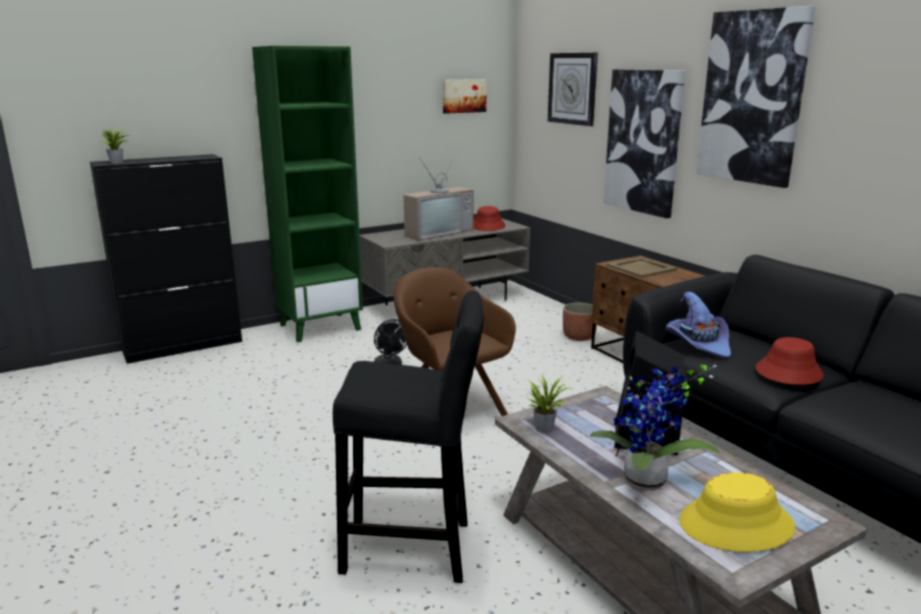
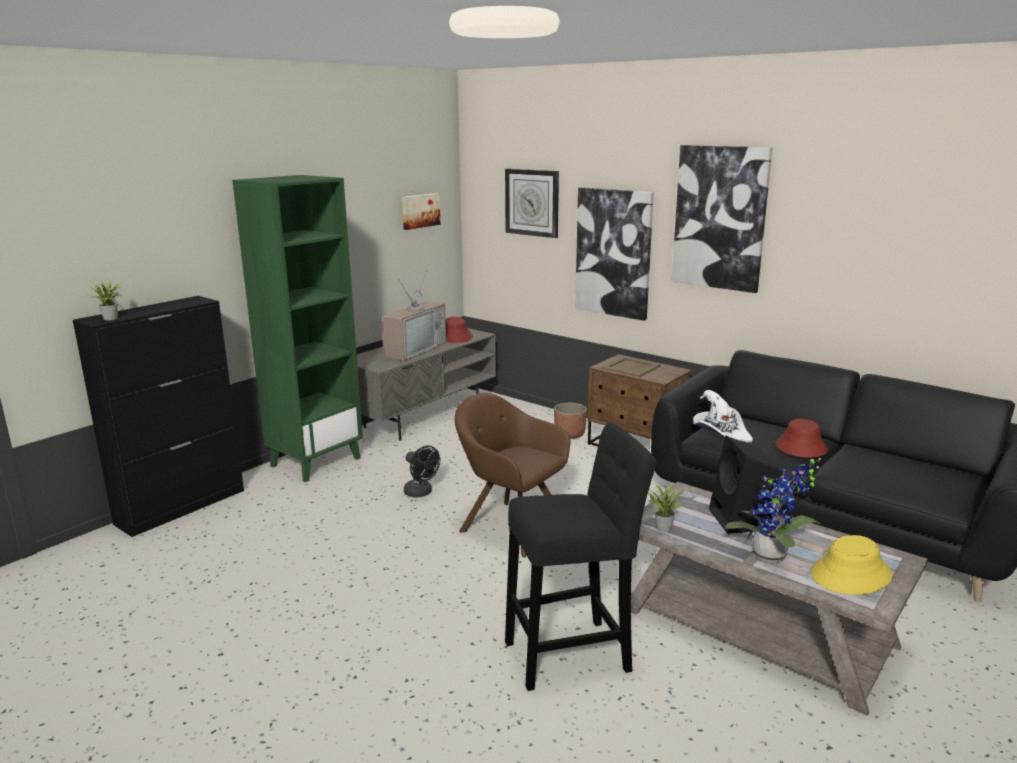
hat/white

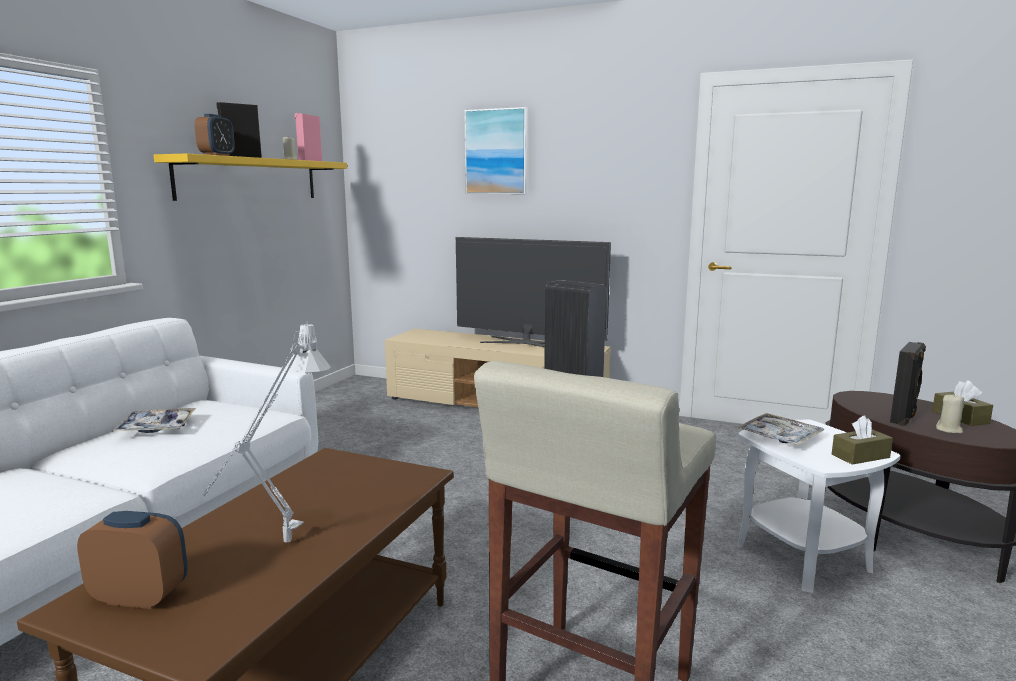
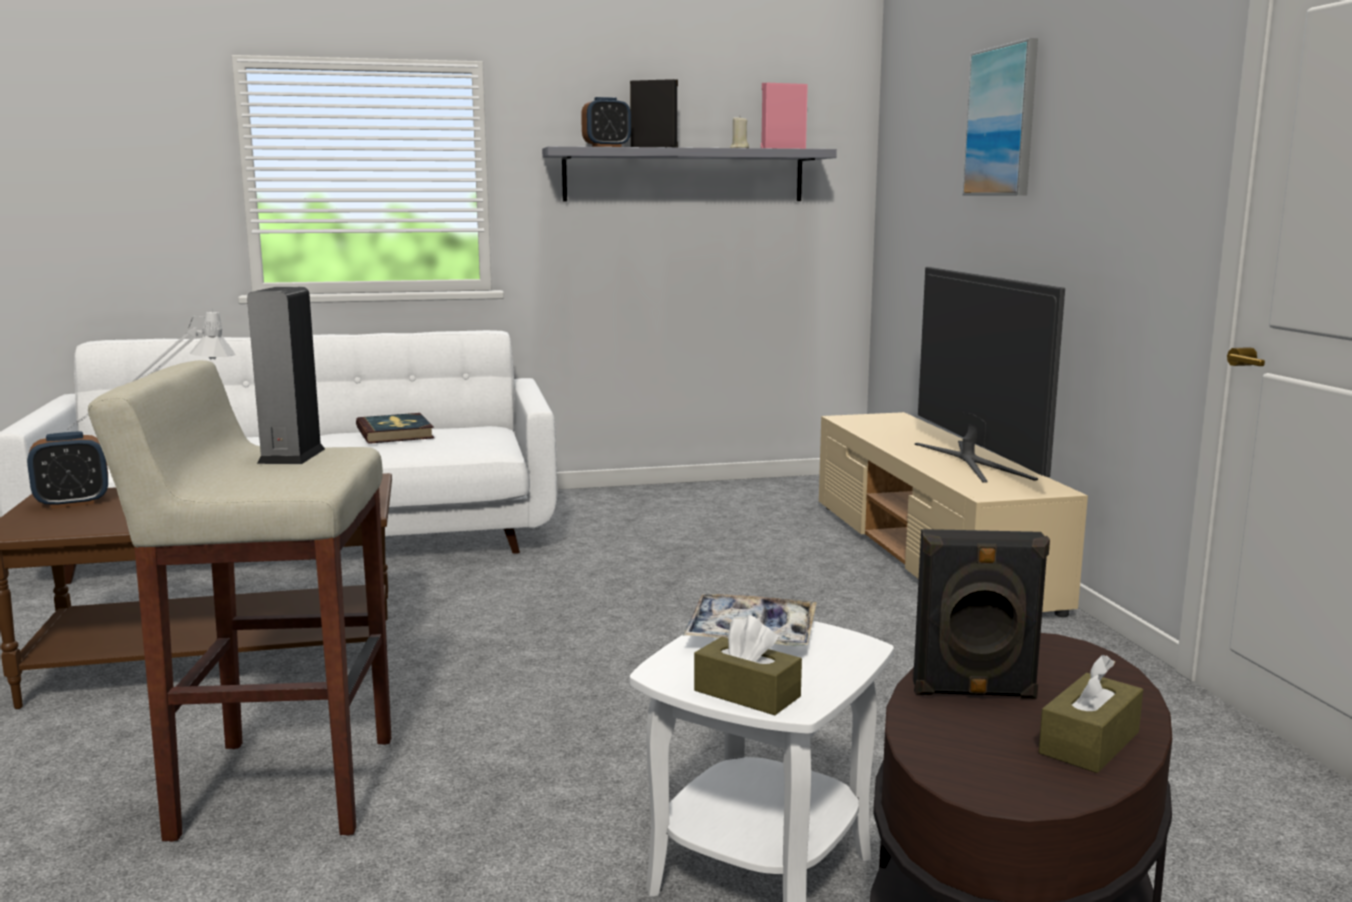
alarm clock (1st from left)
book
bracket shelf/greyish
candle/beige (2nd from left in the first image)

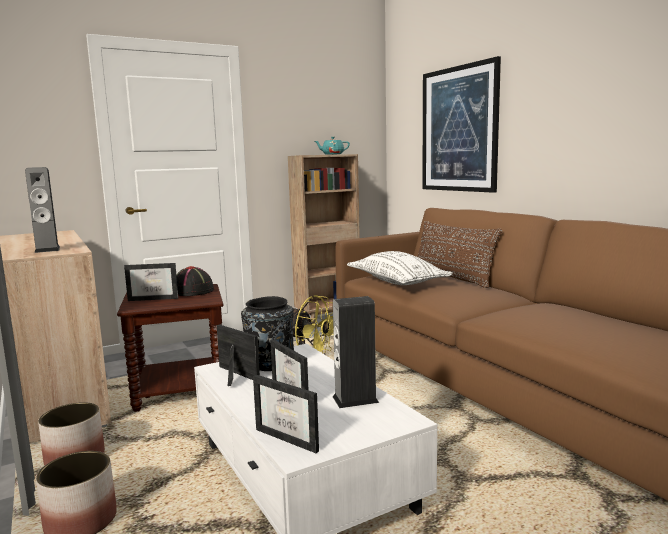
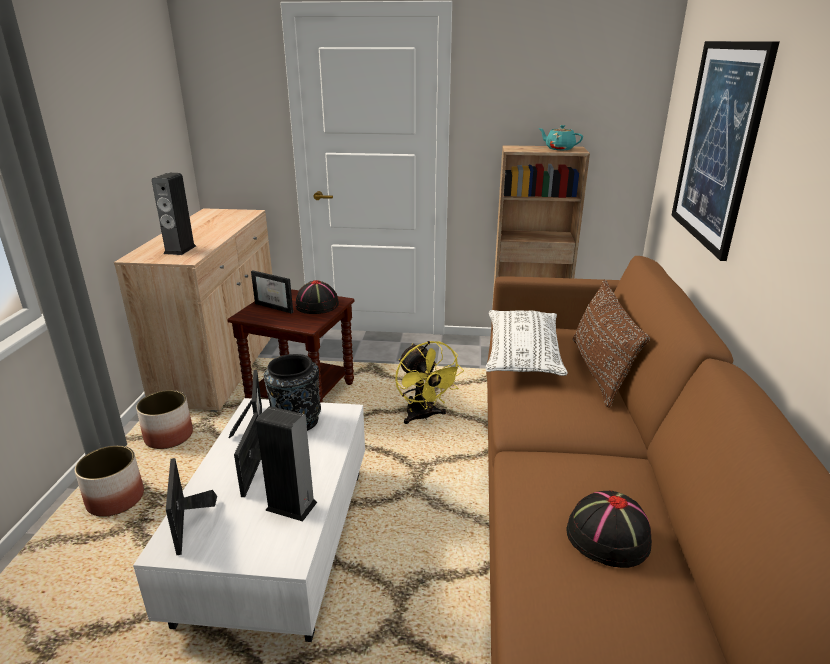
hat/blackish (2nd from left)

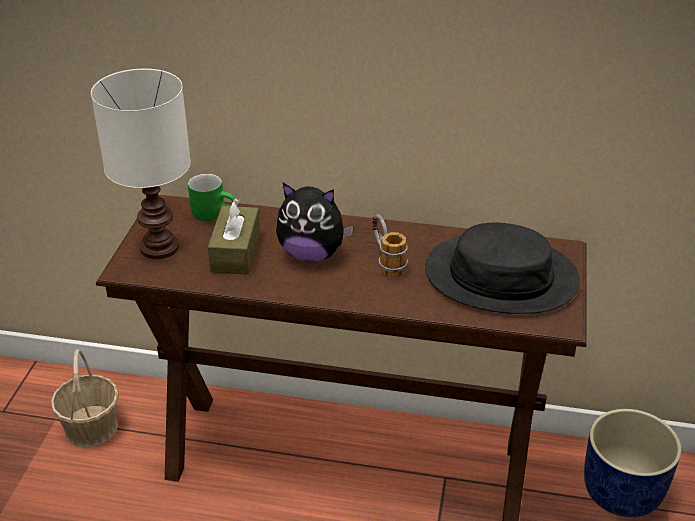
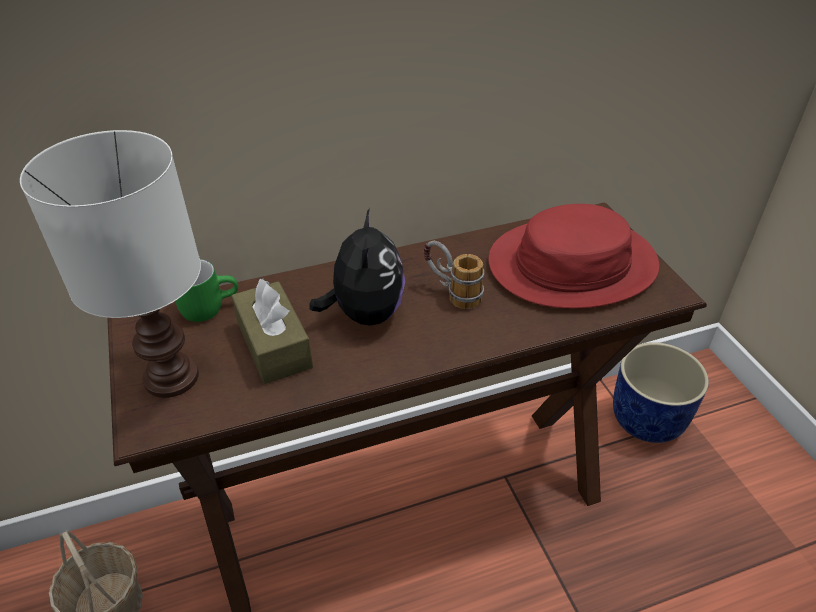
plush toy
hat/red

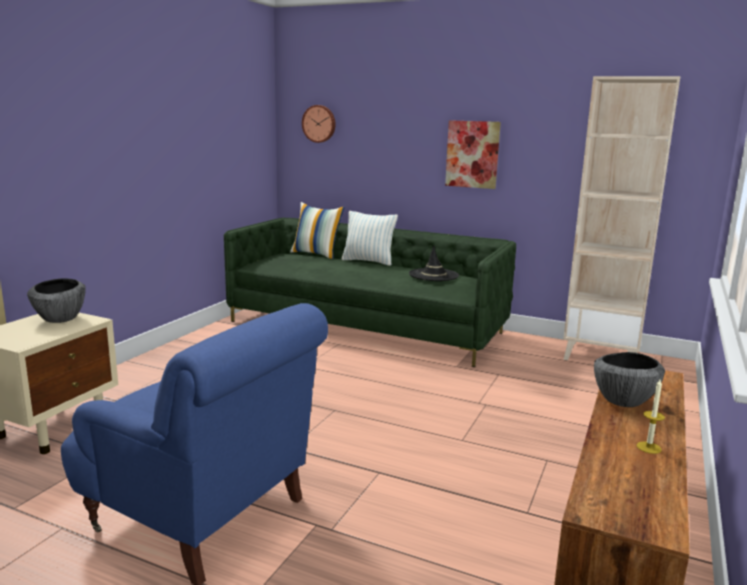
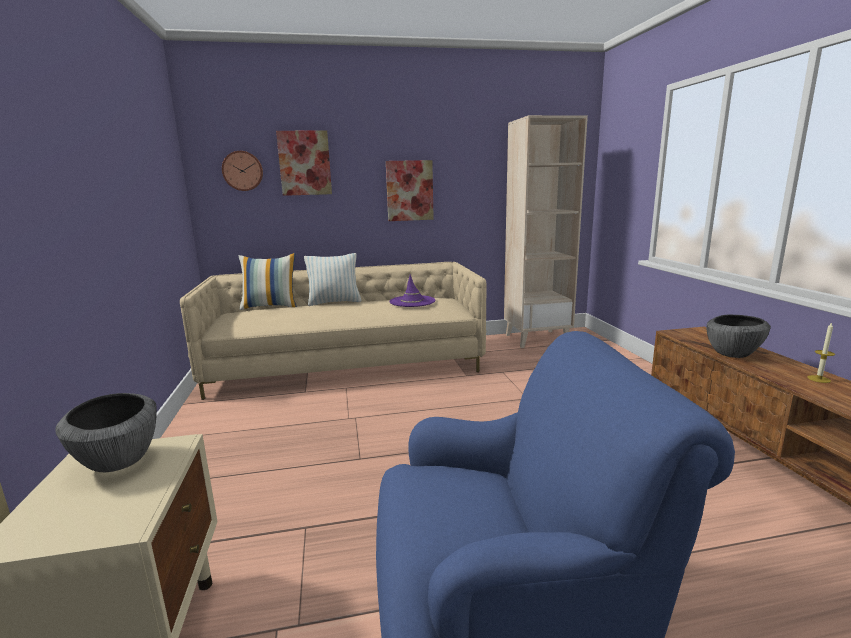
sofa/beige
wall picture (1st from left)
hat/purplish

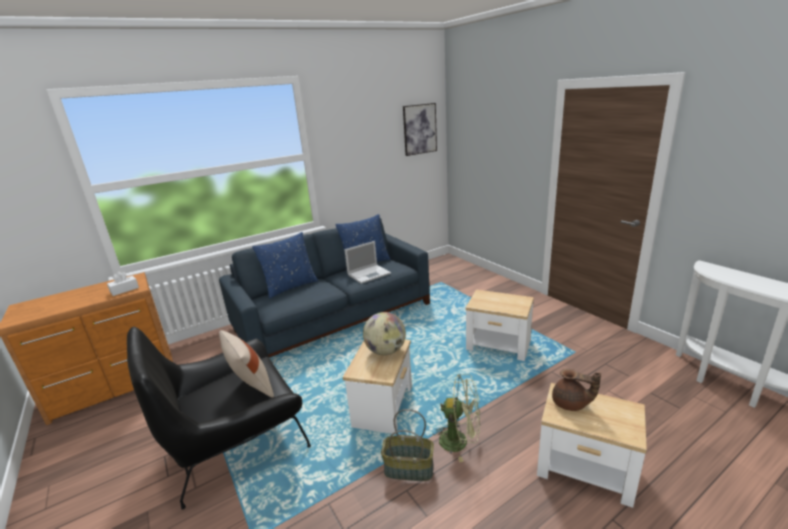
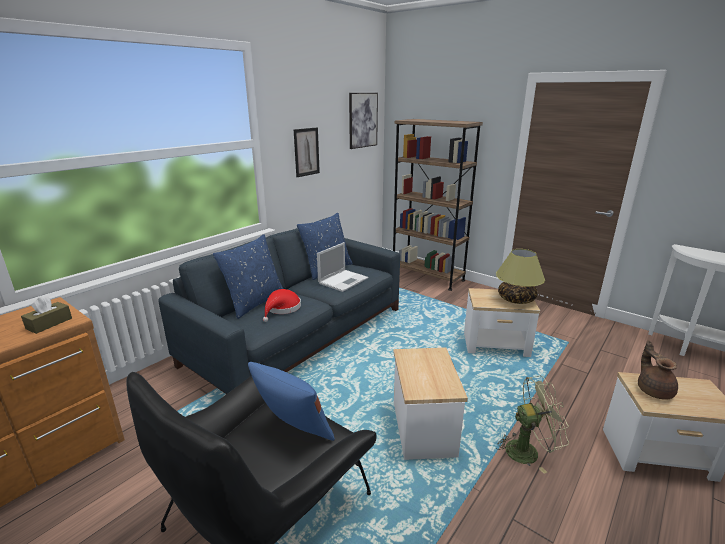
box of tissues/brown-coloured
pillow/blue-coloured (2nd from left)
hat/red
wall picture (1st from left)
bookshelf/brown-coloured
lamp for a table
teapot/brown-coloured
globe
storage basket

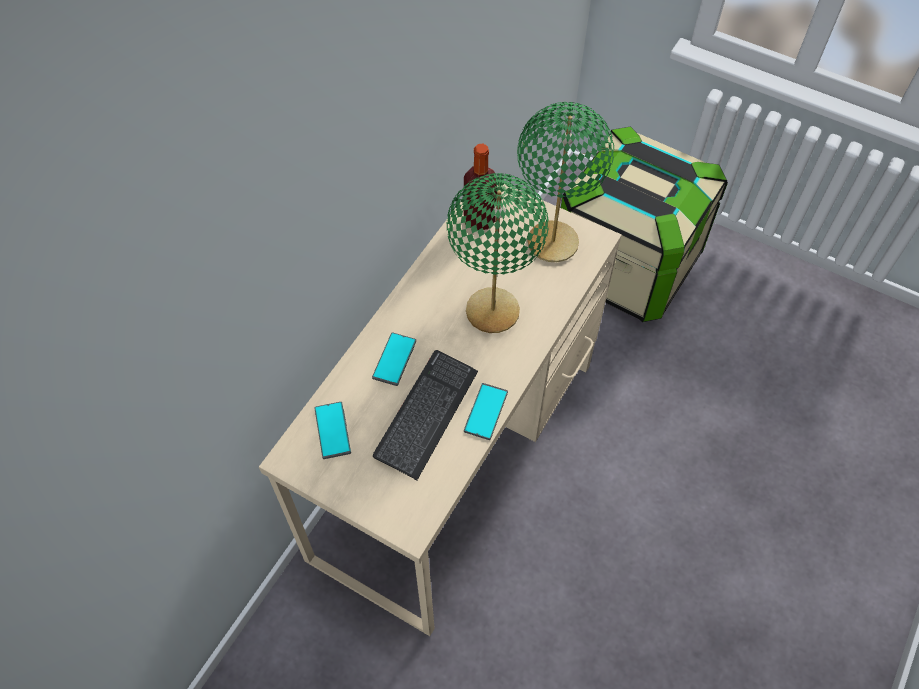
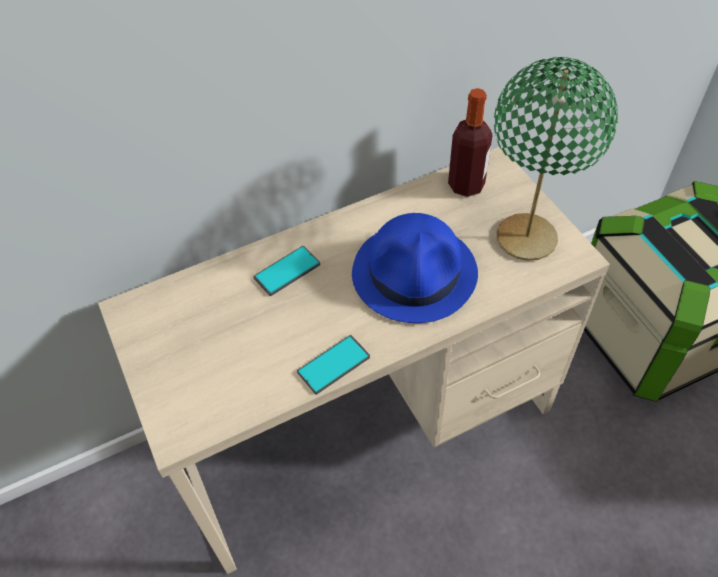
hat/blue-coloured
handset (1st from left in the first image)
keyboard

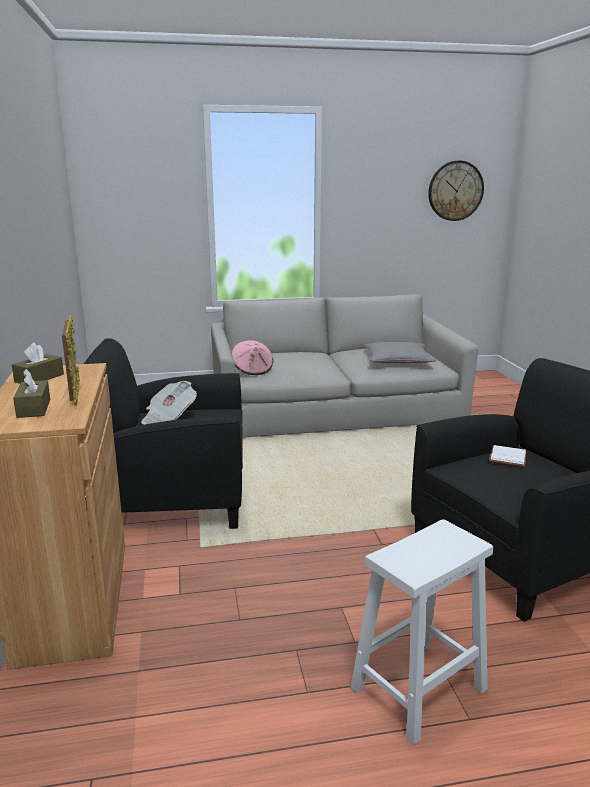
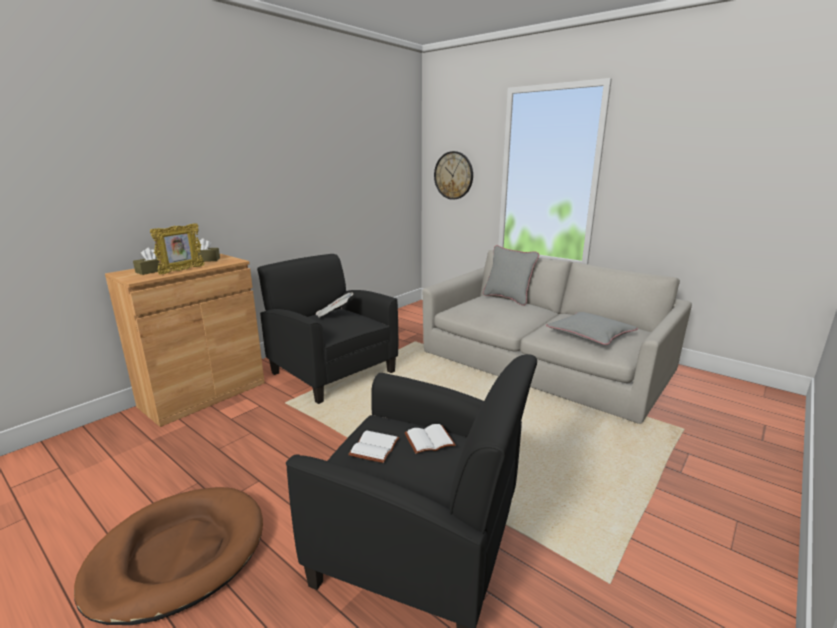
dog cushion/brown-coloured
book/white (1st from left)
clock on the wall
pillow/greyish (1st from left)
hat/pink

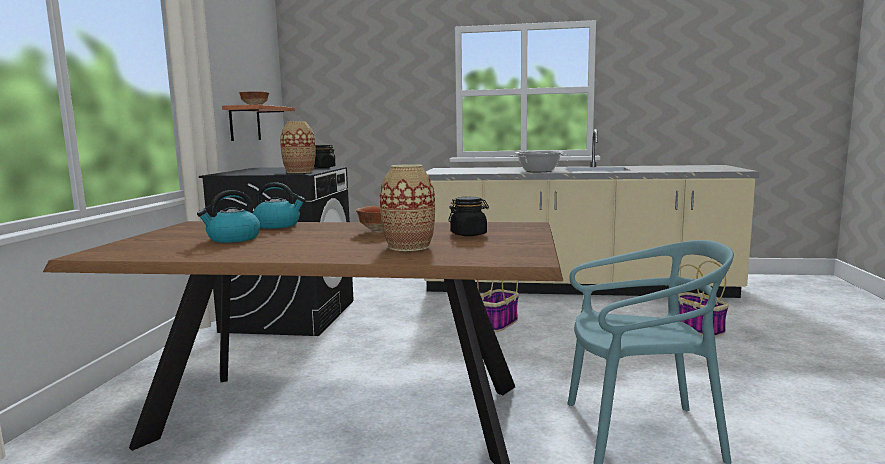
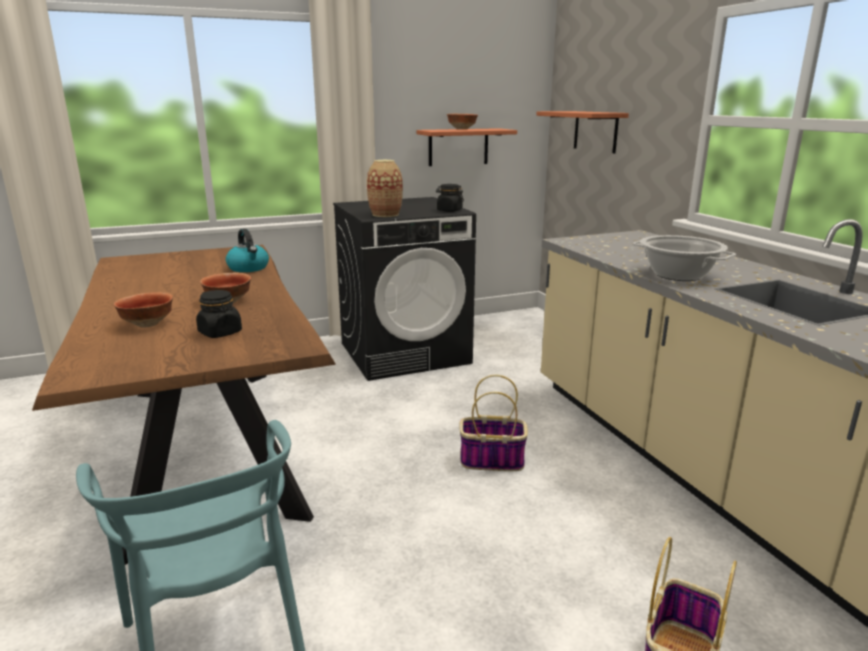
deep dish (1st from left)
bracket shelf (2nd from left)
water kettle (1st from left in the first image)

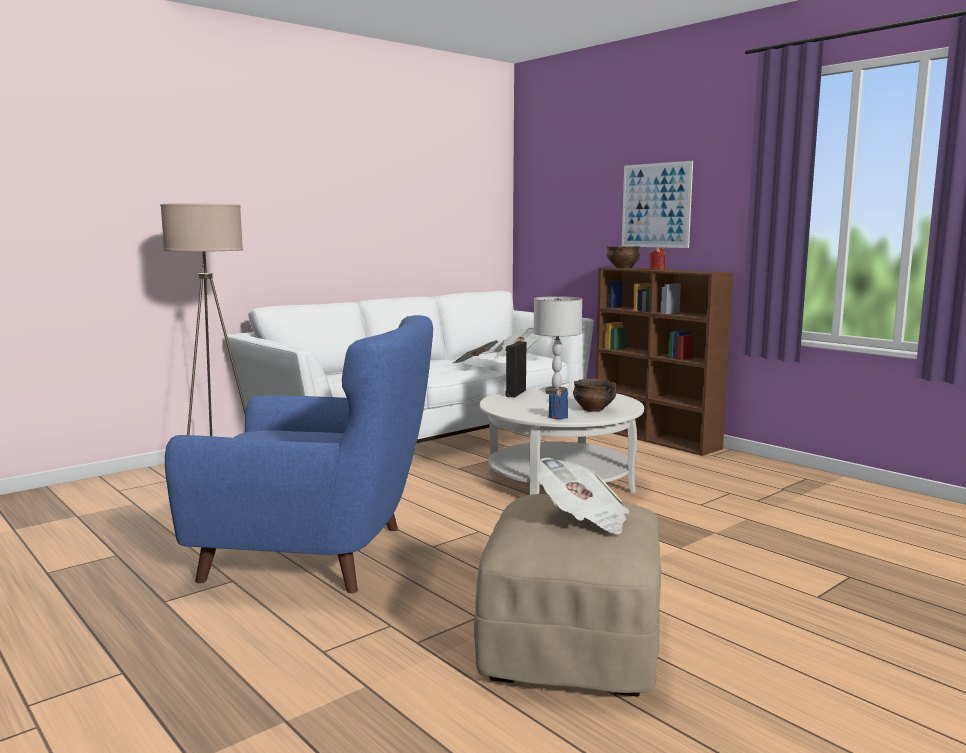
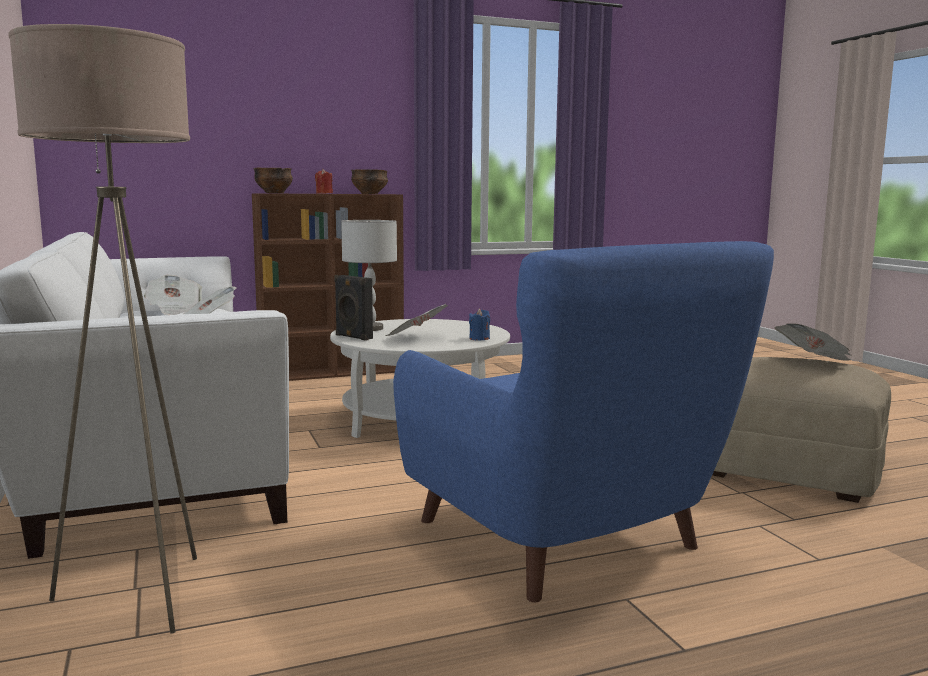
deep dish (2nd from left)
daily paper (3rd from left)
easy chair/blue-coloured
wall picture

